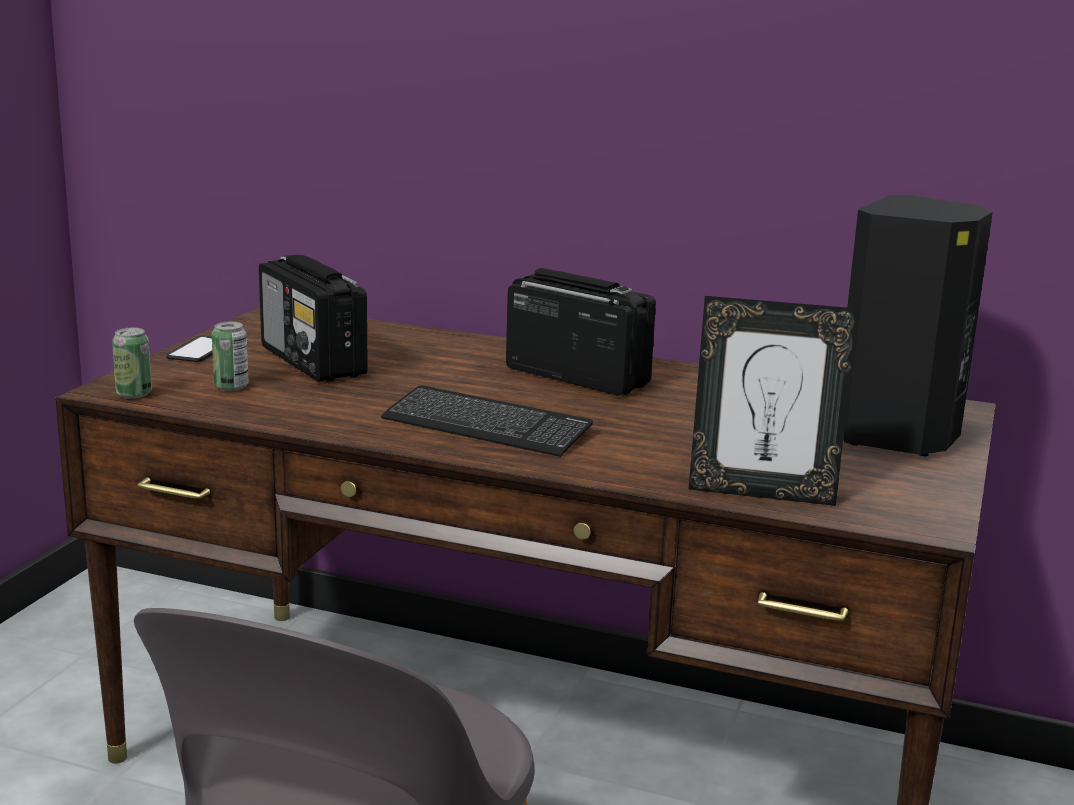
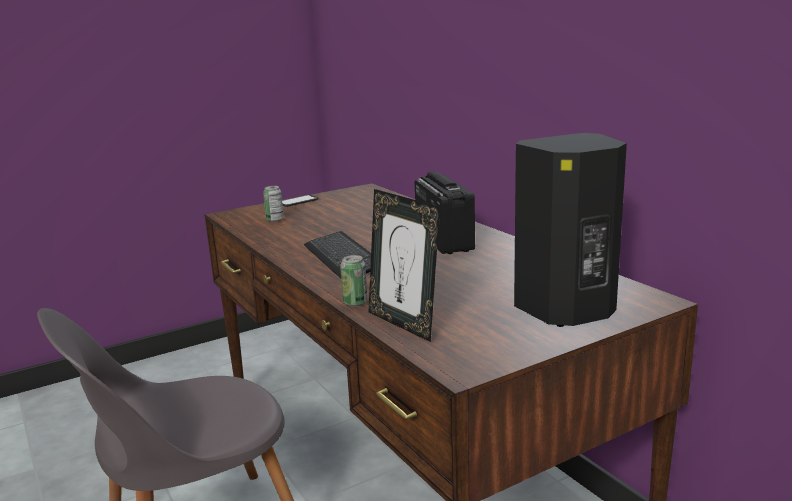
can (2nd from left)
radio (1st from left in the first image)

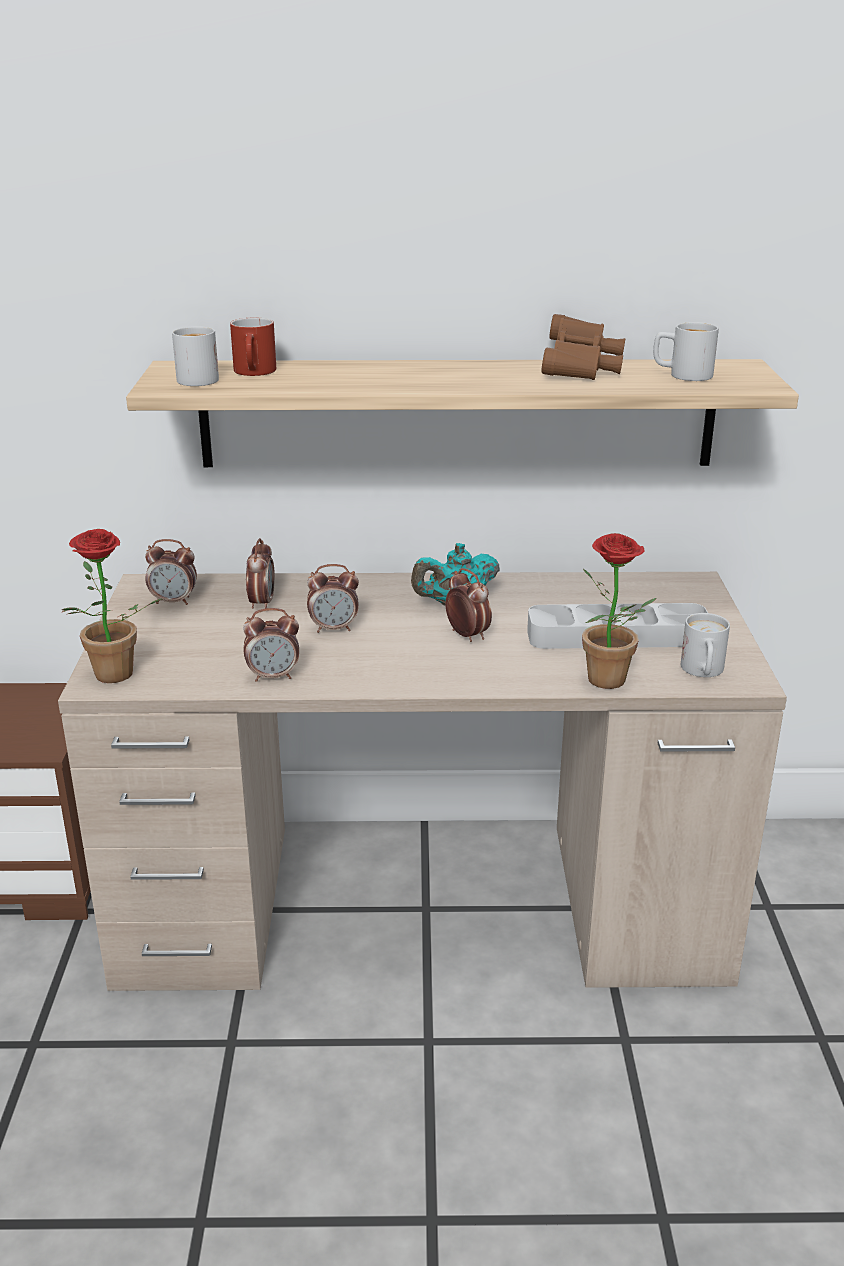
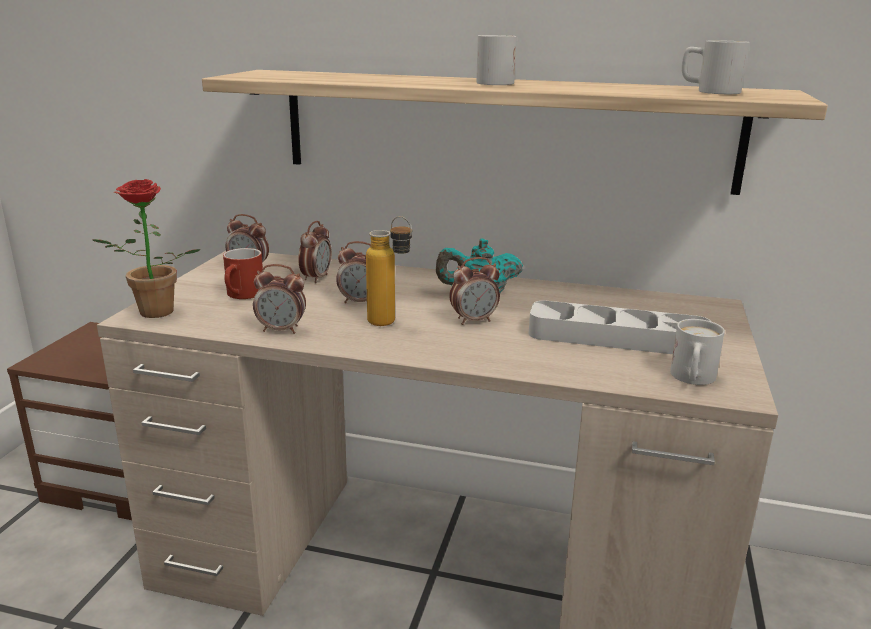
coffee mug/red
bottle
alarm clock (5th from left)
coffee mug/white (1st from left)
field glasses/brown-coloured
houseplant (2nd from left in the first image)

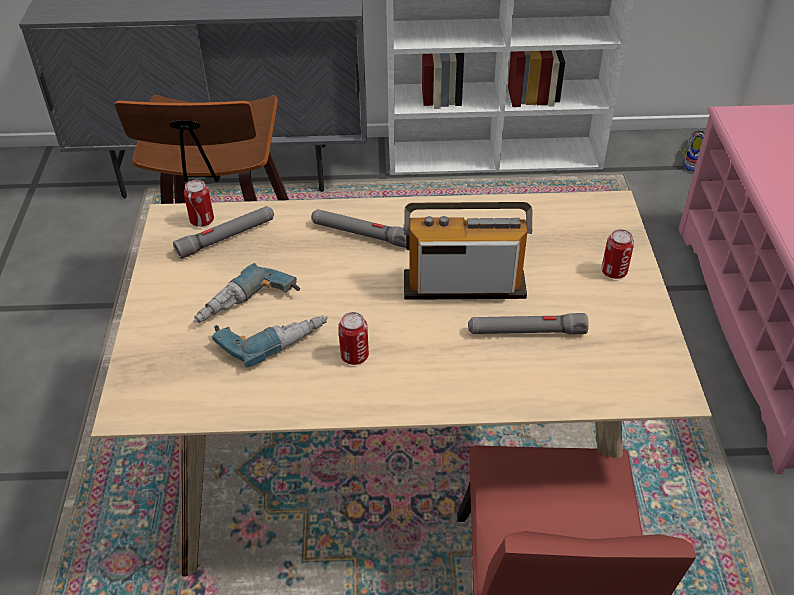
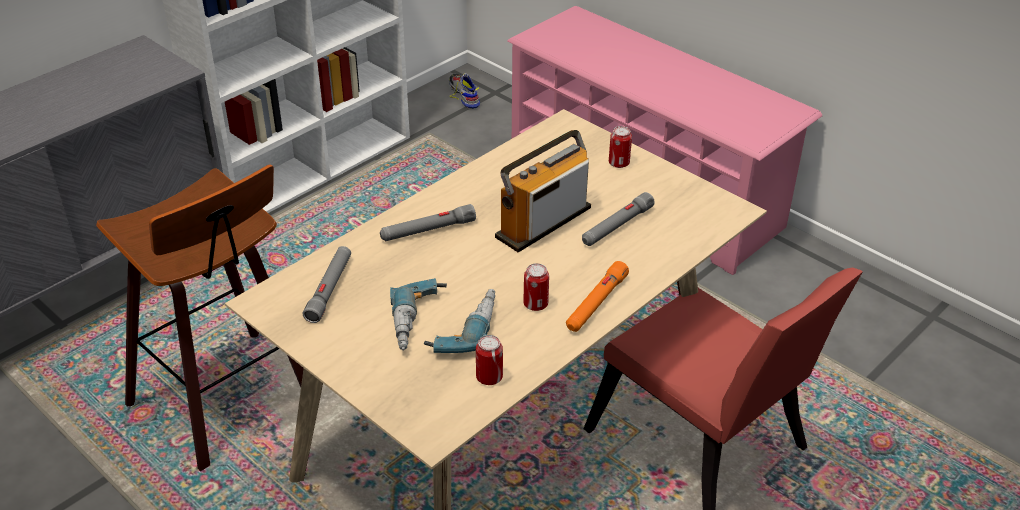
can (1st from left)
hand torch/orangey

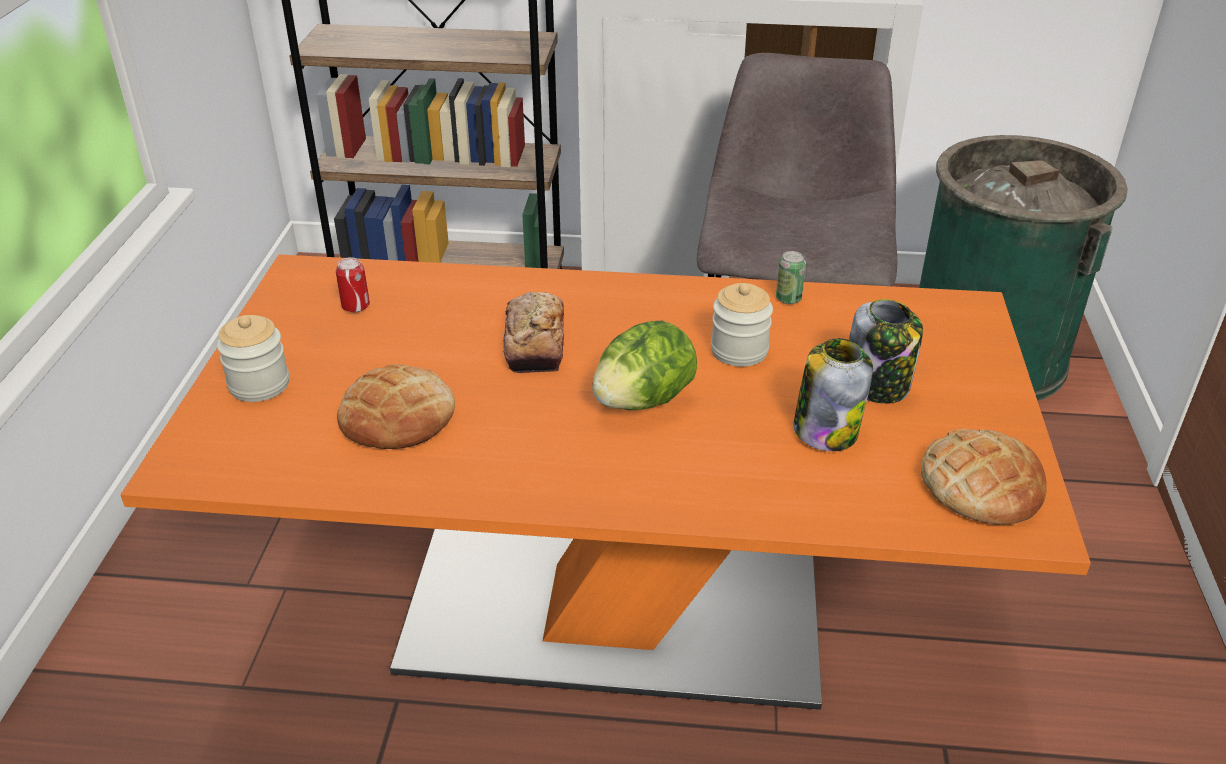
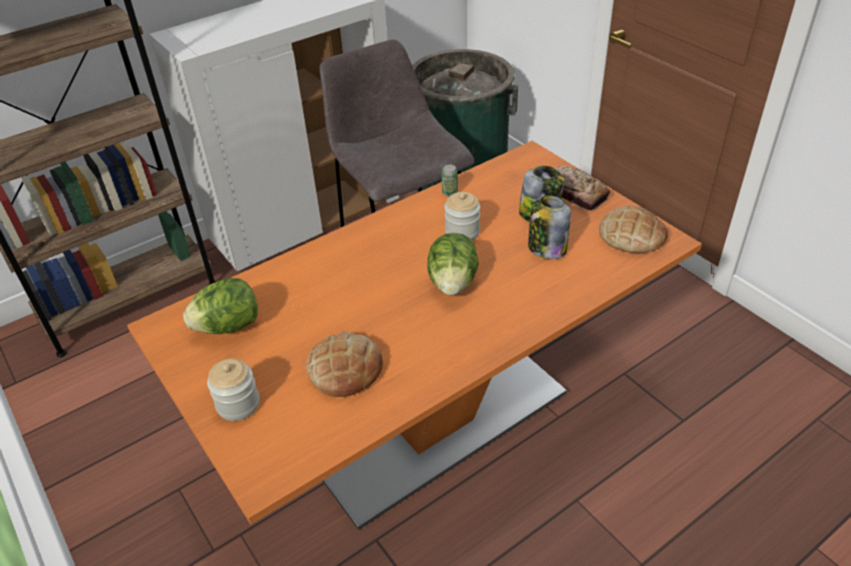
lettuce (1st from left)
bakery bread (2nd from left)

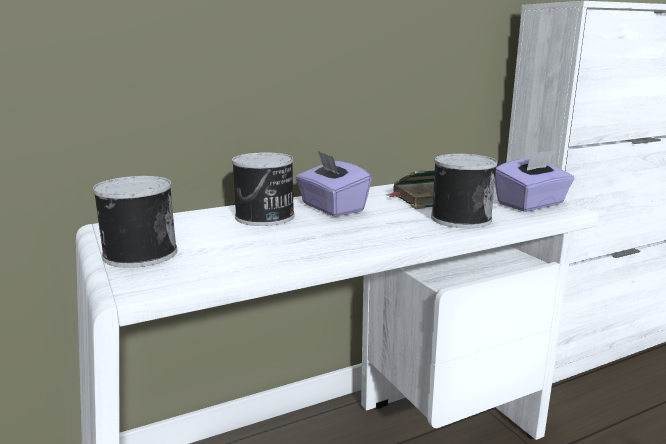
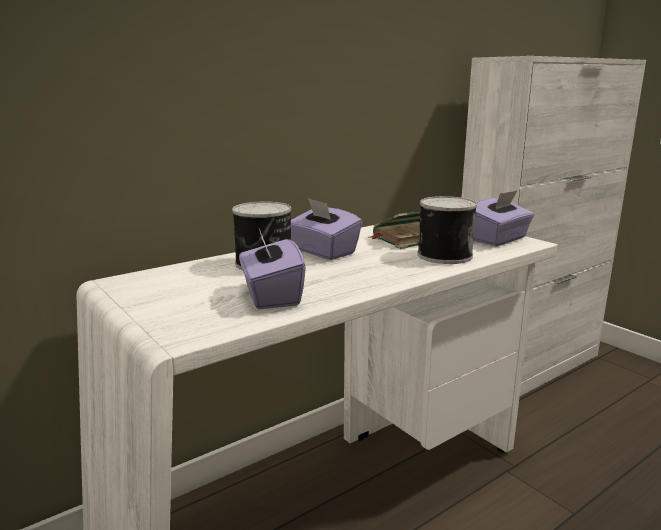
box of tissues/purplish (1st from left)
can (1st from left in the first image)

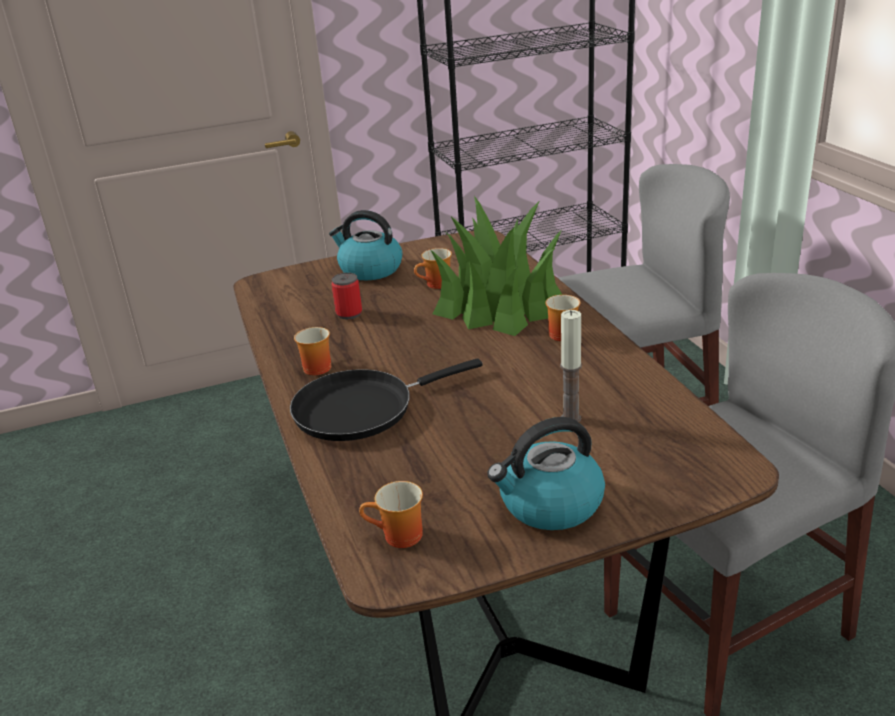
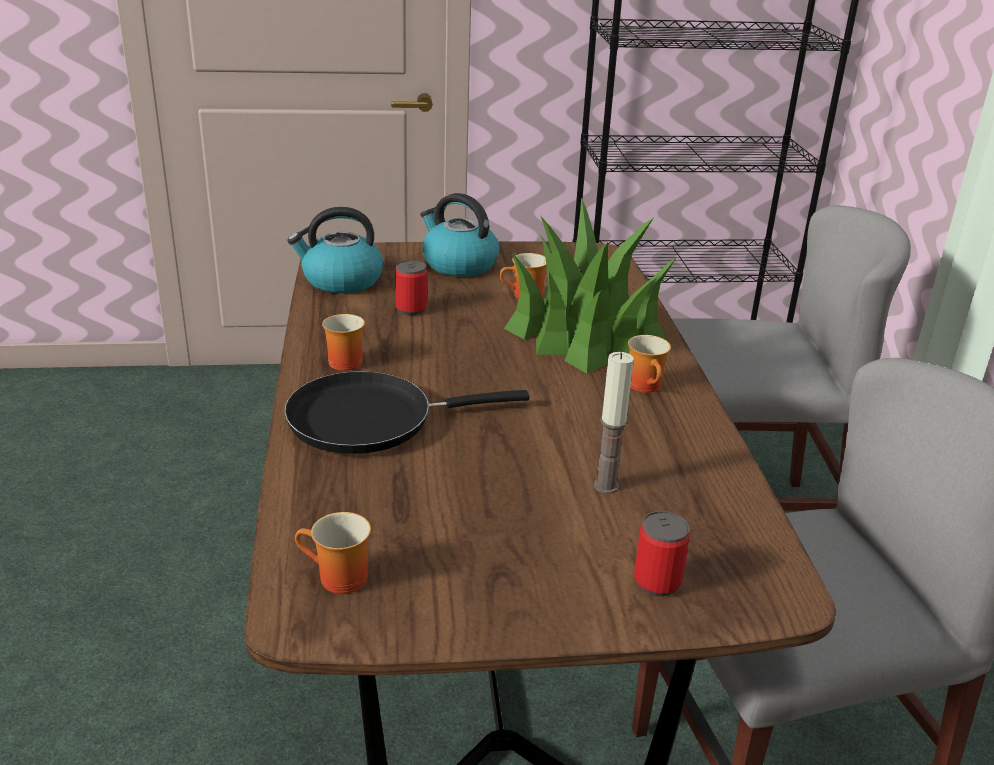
water kettle (1st from left)
can (2nd from left)

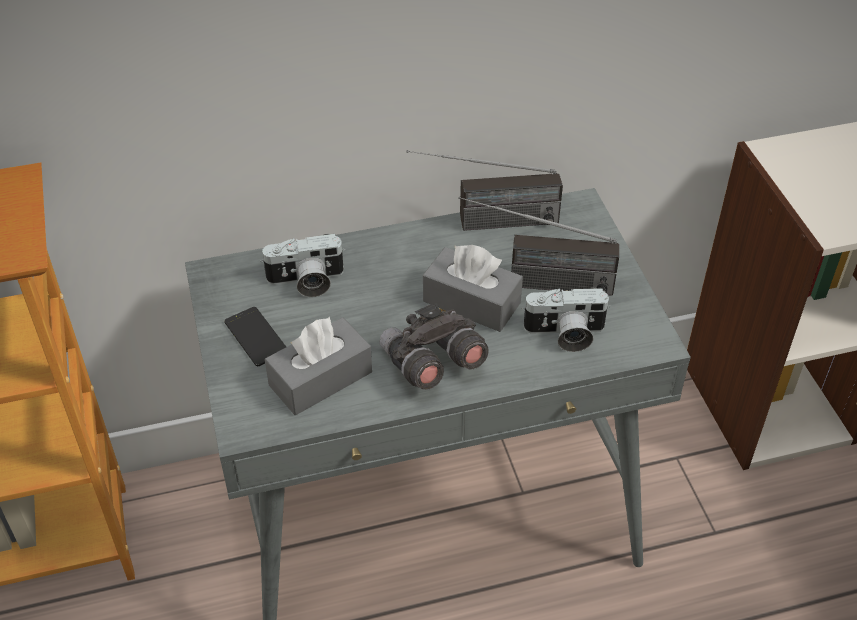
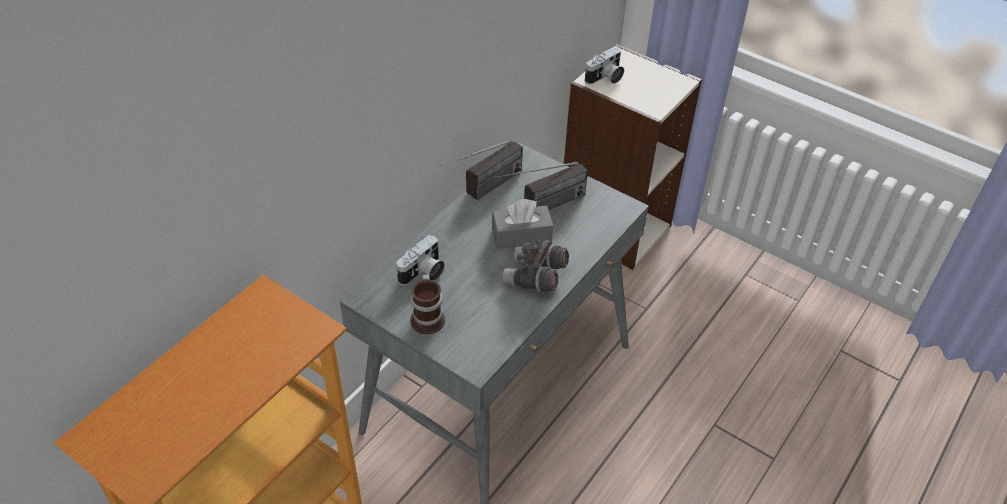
coffee mug
still camera (2nd from left)
box of tissues/greyish (1st from left in the first image)

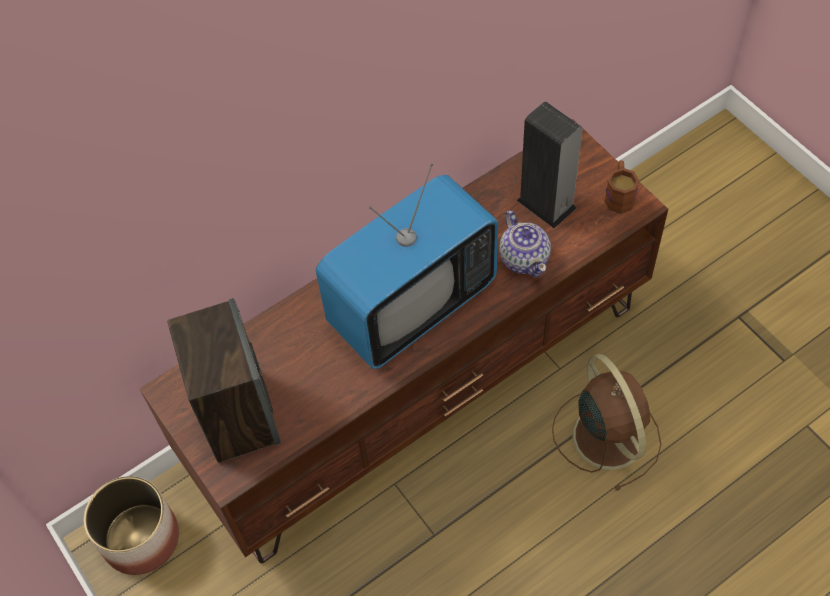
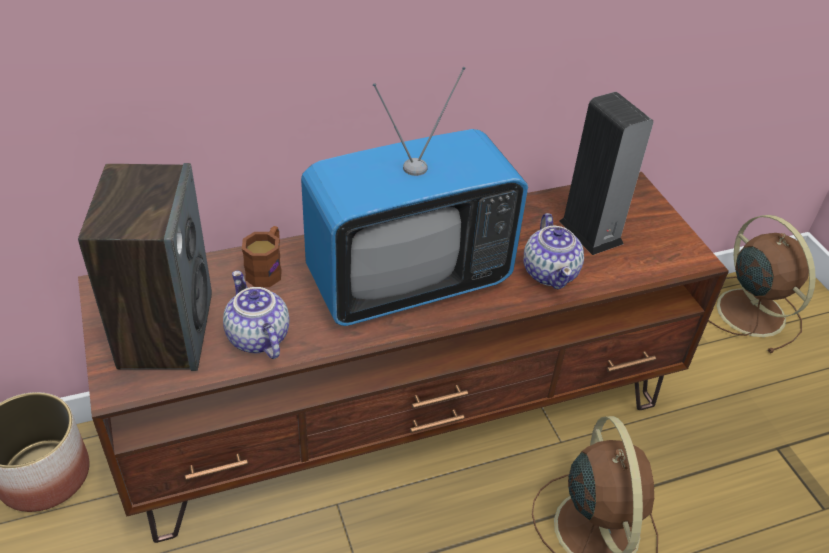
teapot (1st from left)
coffee mug/brown-coloured
cooling fan/brown-coloured (2nd from left)

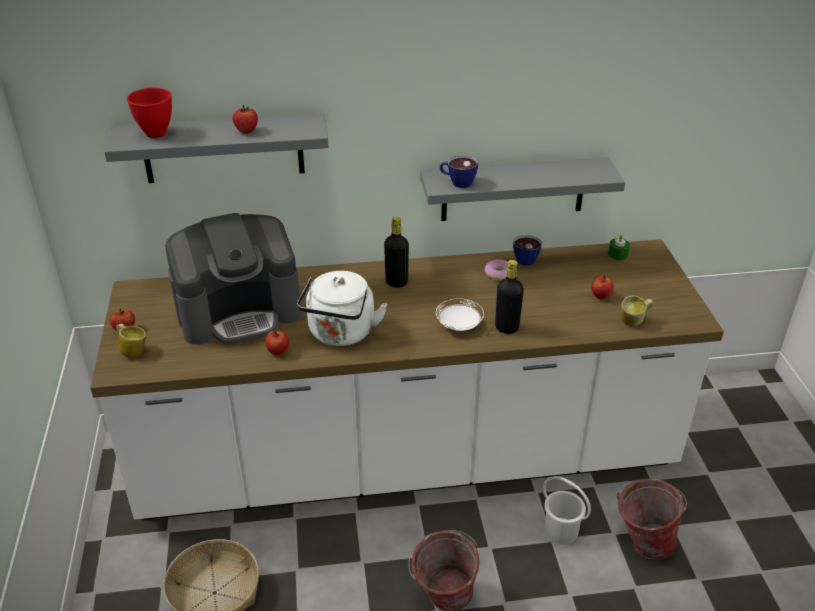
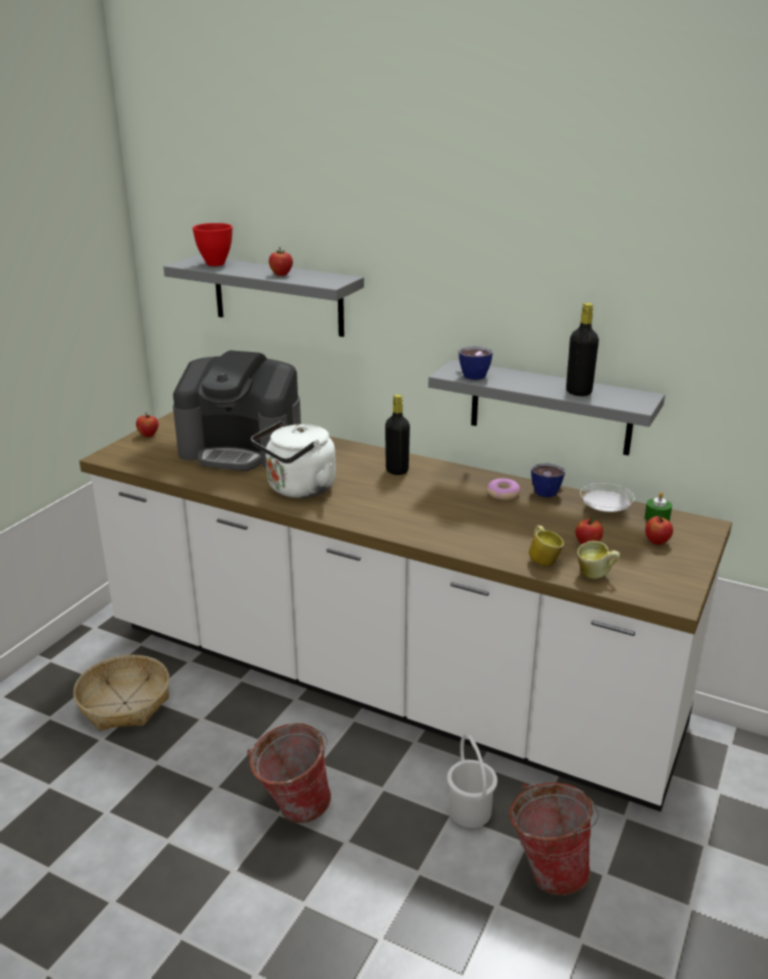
coffee mug (1st from left)
bottle/blackish (2nd from left)
flat dish/white
apple fruit (4th from left)

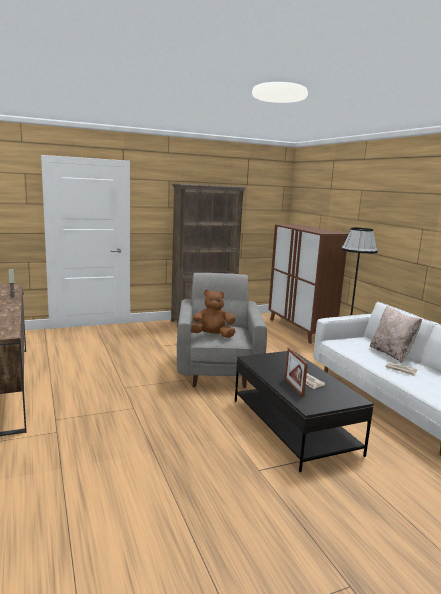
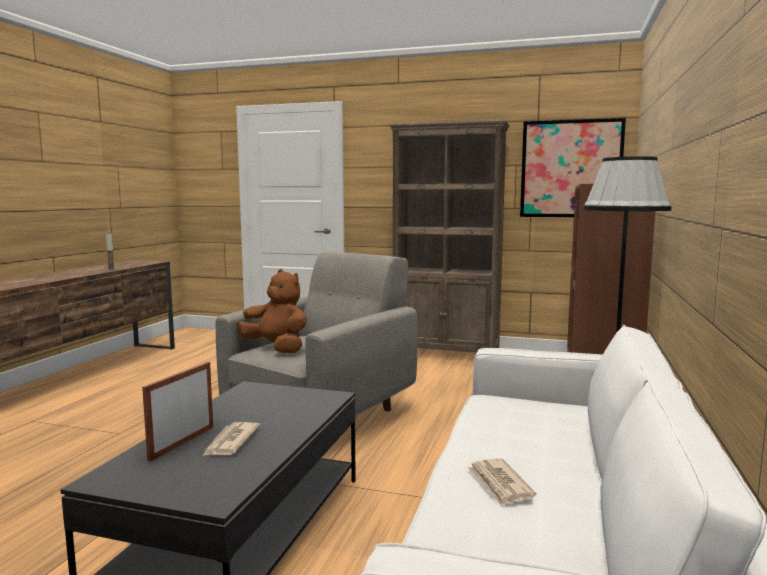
wall picture
pillow/beige

